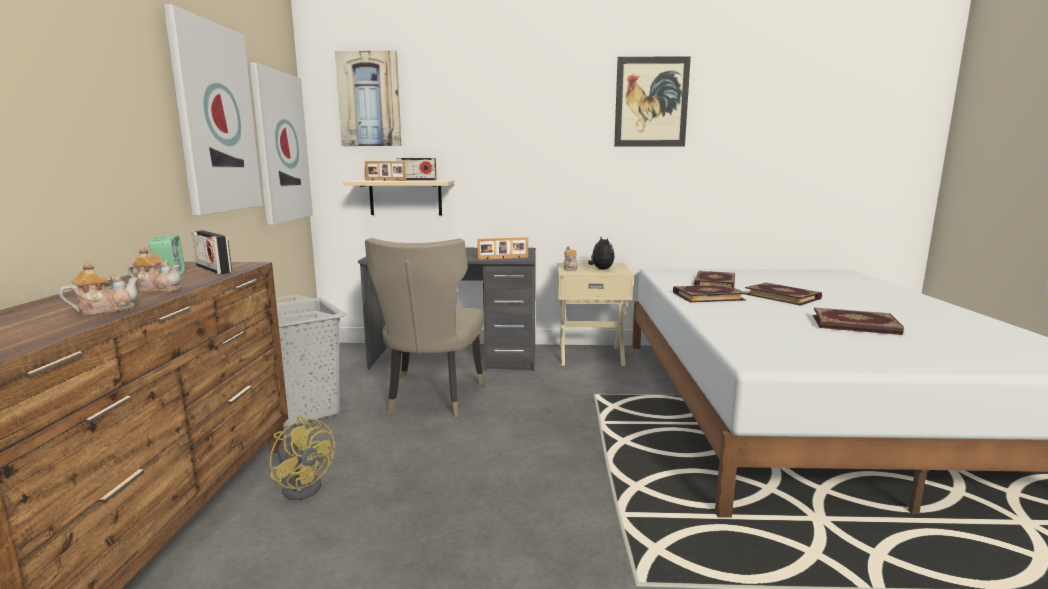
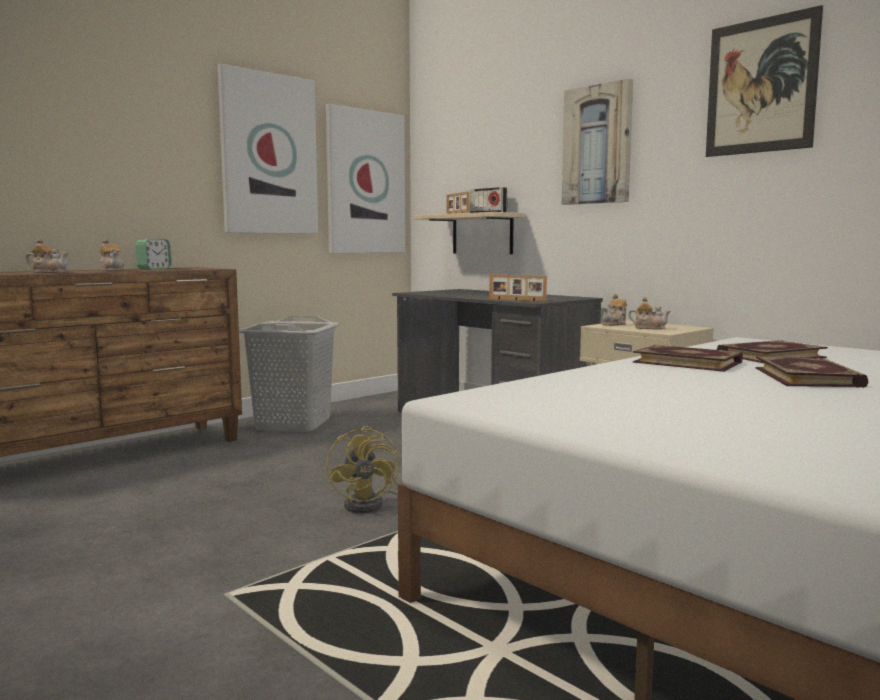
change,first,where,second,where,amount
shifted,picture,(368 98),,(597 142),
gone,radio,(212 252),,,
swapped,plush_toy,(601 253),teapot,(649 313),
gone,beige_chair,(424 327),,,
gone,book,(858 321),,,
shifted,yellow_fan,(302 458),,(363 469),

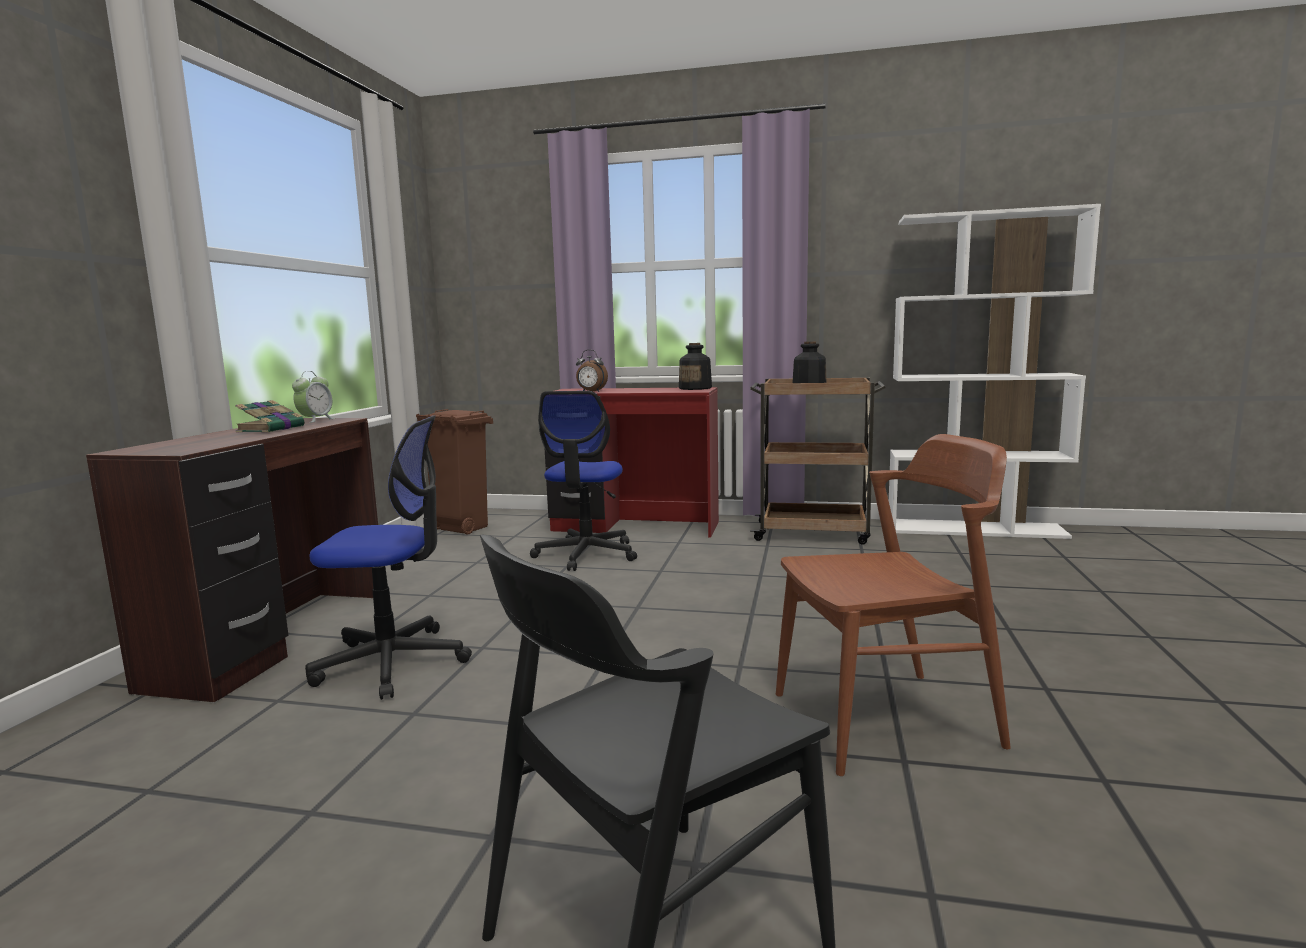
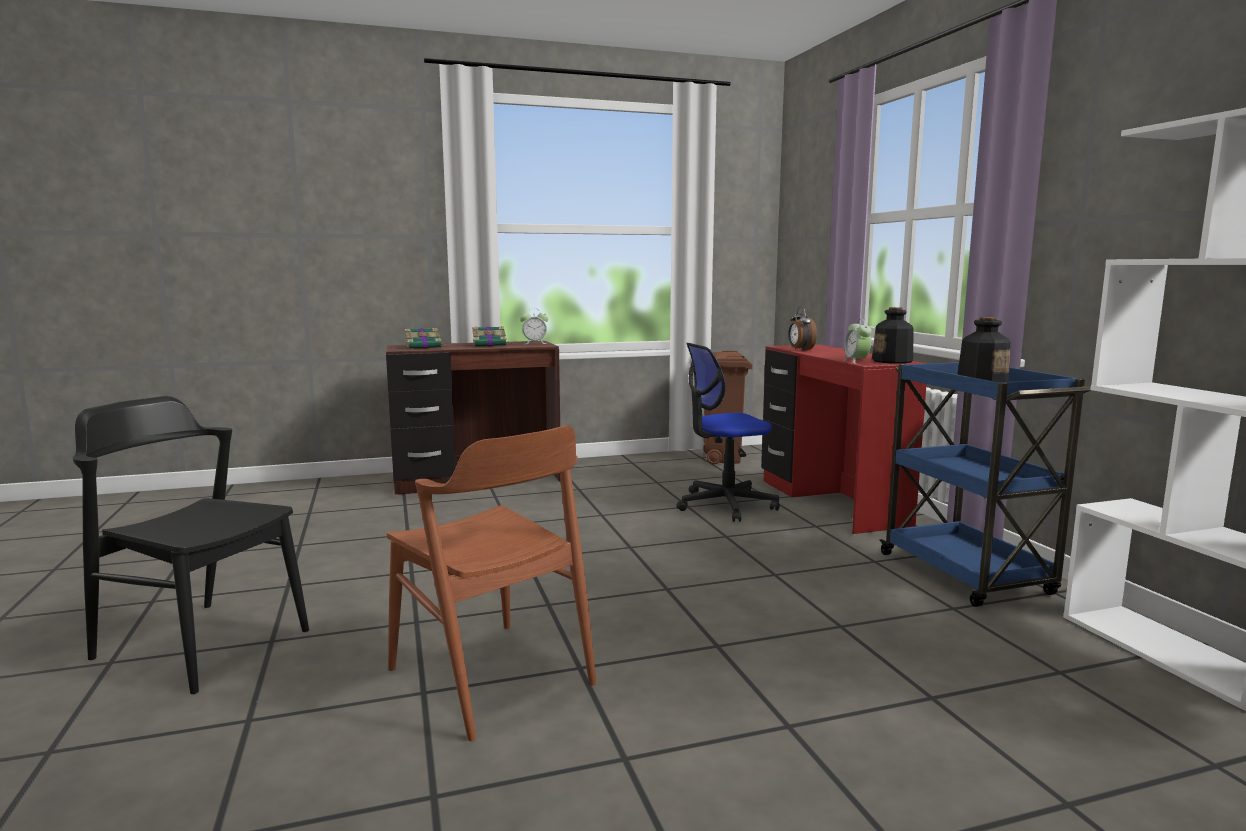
change,first,where,second,where,amount
repainted,brown_cart,(818 461),blue_cart,(985 484),
gone,office_chair,(388 558),,,
new,,,alarm_clock,(857 341),
new,,,book,(424 338),

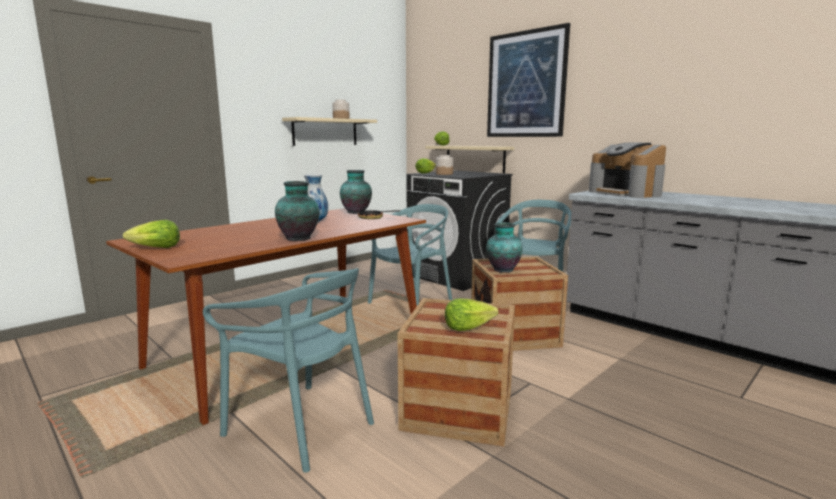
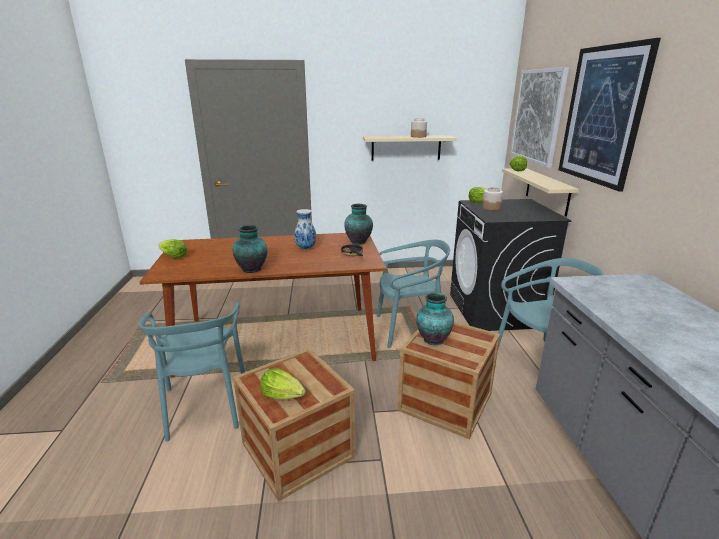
change,first,where,second,where,amount
gone,coffee_machine,(627 170),,,
new,,,picture,(539 117),

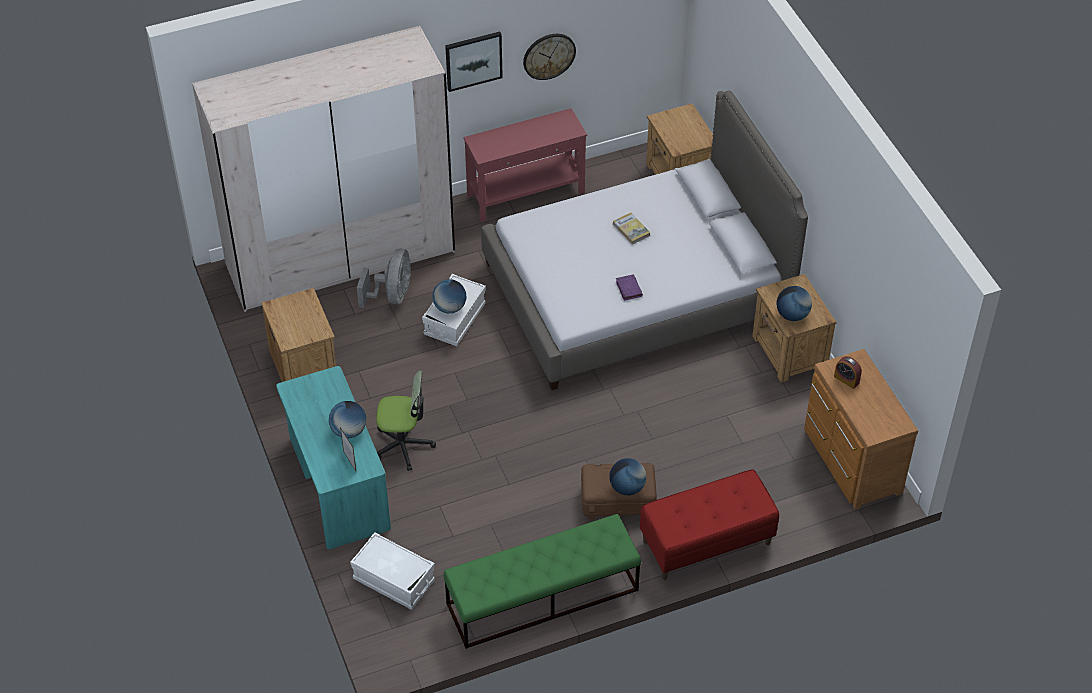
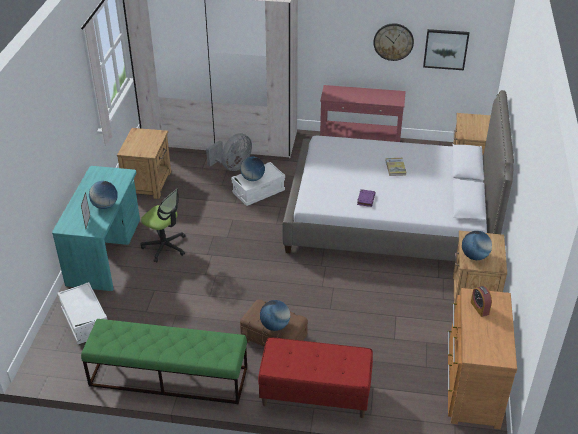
change,first,where,second,where,amount
shifted,picture,(474 62),,(446 49),

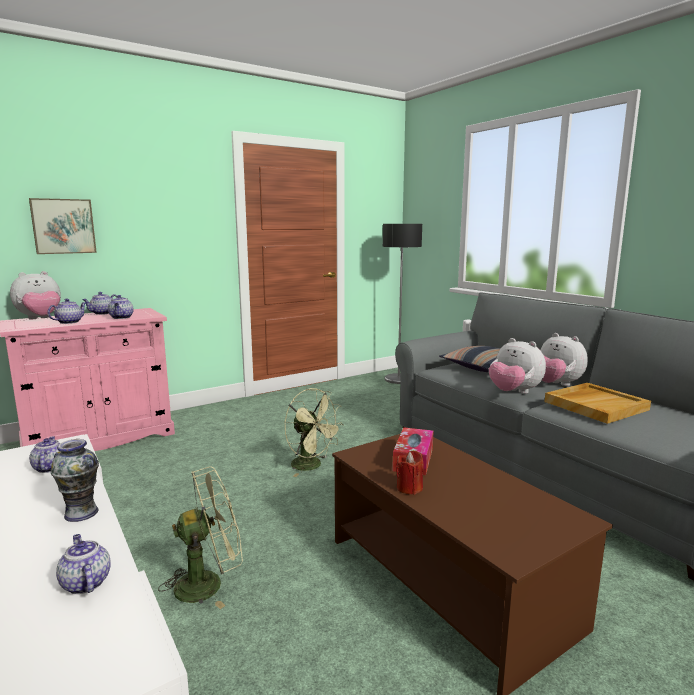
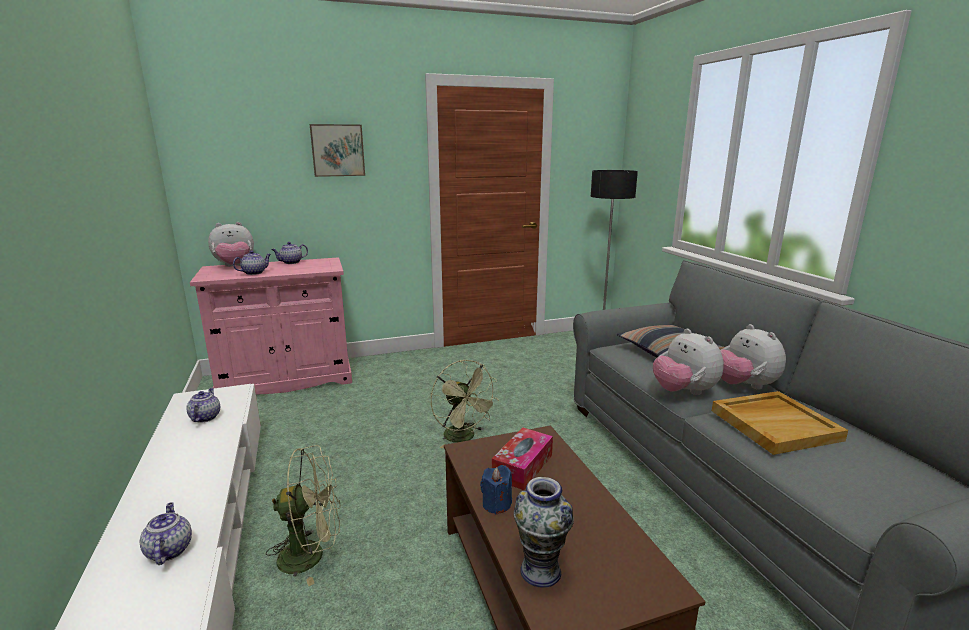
change,first,where,second,where,amount
shifted,picture,(63 226),,(337 150),
gone,teapot,(121 307),,,
shifted,vase,(75 480),,(544 532),
repainted,red_candle,(410 473),blue_candle,(496 490),

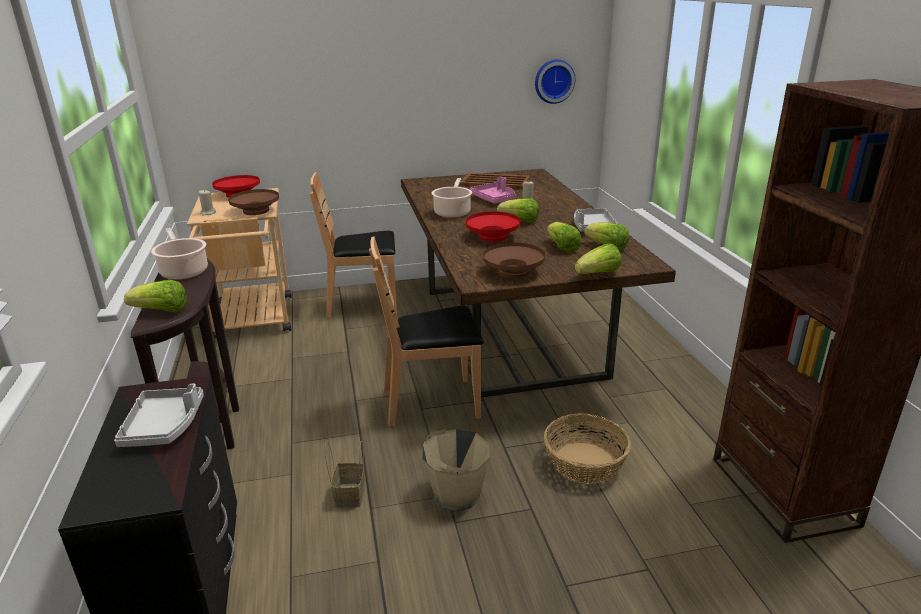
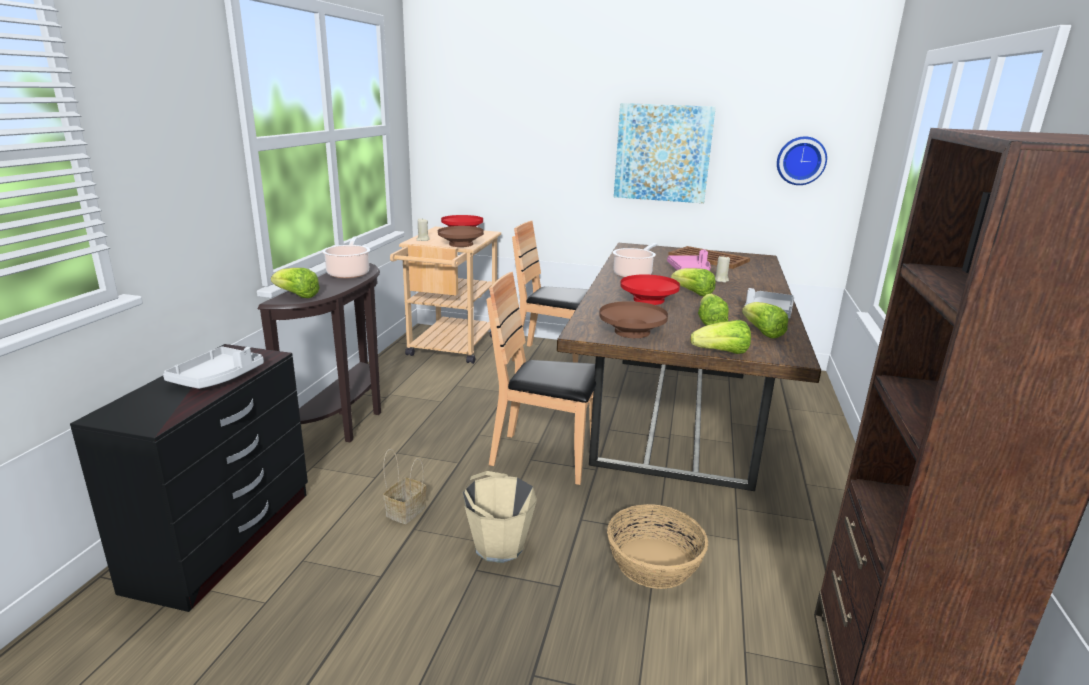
change,first,where,second,where,amount
new,,,picture,(665 153),

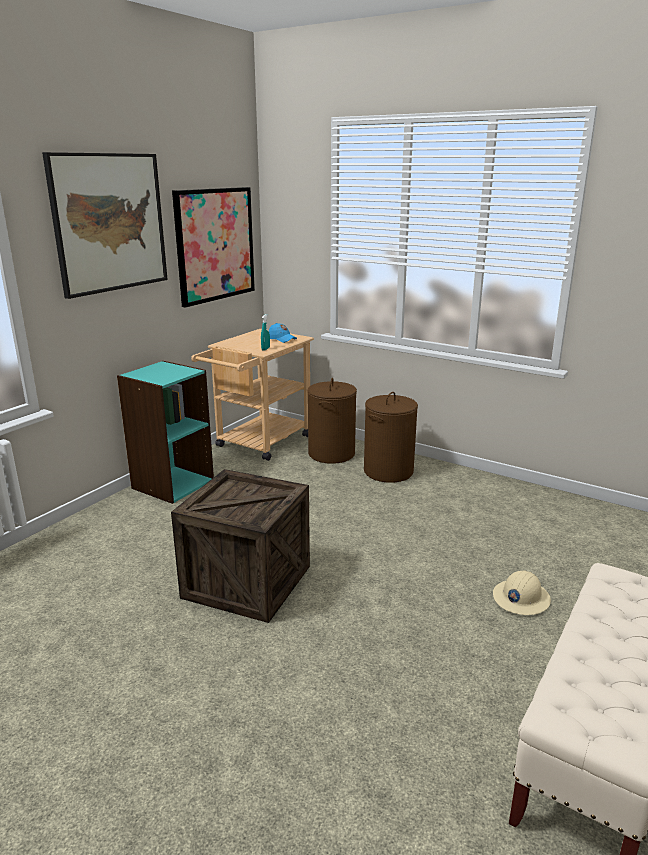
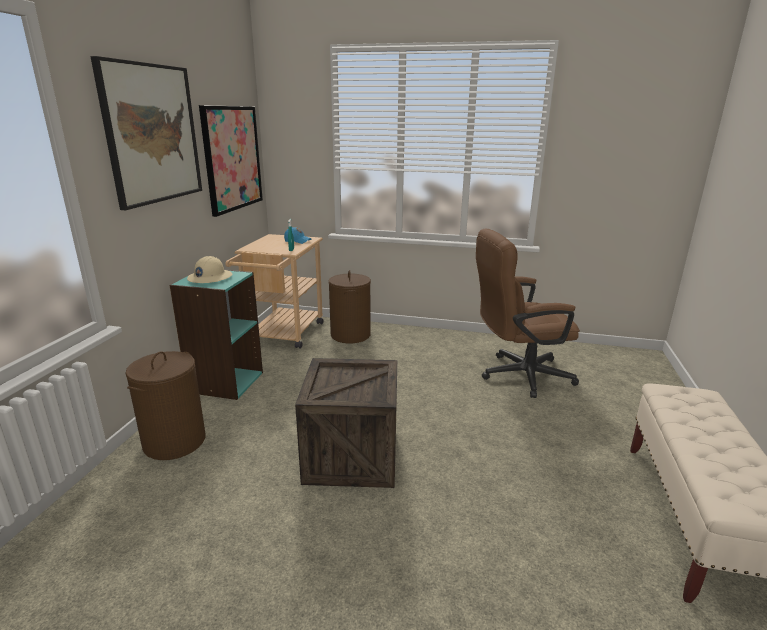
change,first,where,second,where,amount
shifted,brown_laundry_basket,(391 437),,(165 405),
shifted,beige_hard_hat,(522 592),,(209 269),
new,,,brown_office_chair,(528 313),

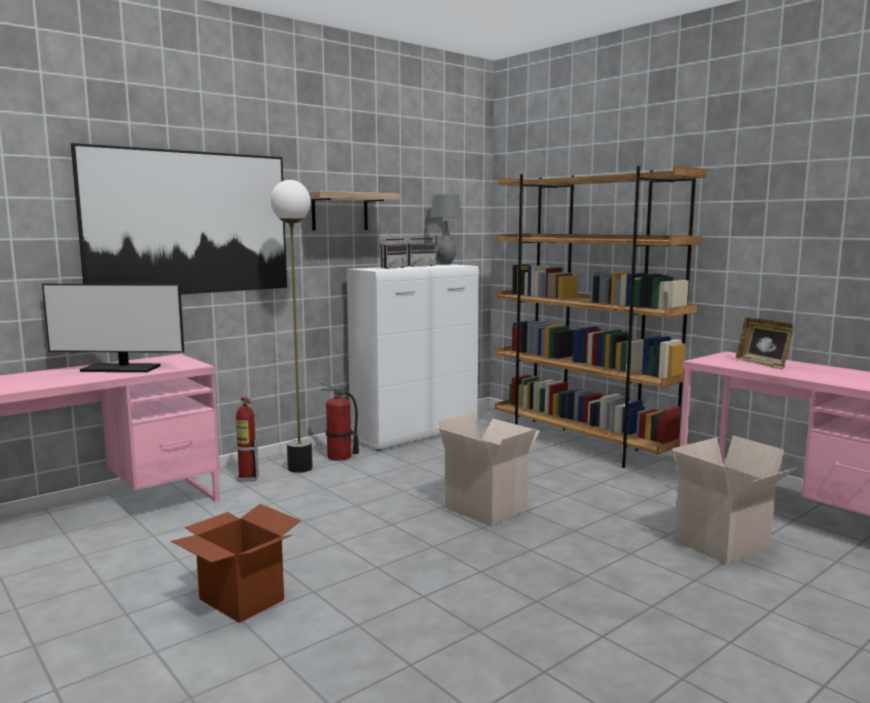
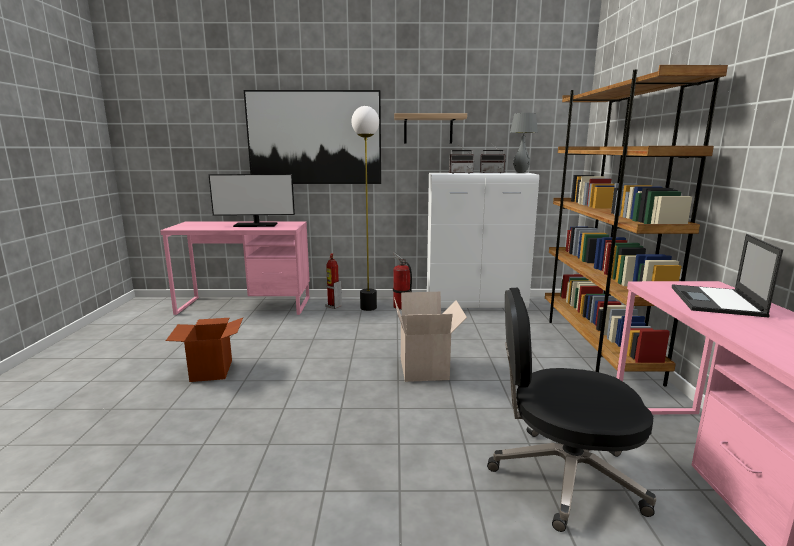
change,first,where,second,where,amount
rotated,monitor,(113 328),,(252 200),45 degrees counterclockwise
swapped,picture_frame,(764 343),laptop,(727 276),
swapped,cardboard_box,(735 500),black_office_chair,(571 410),

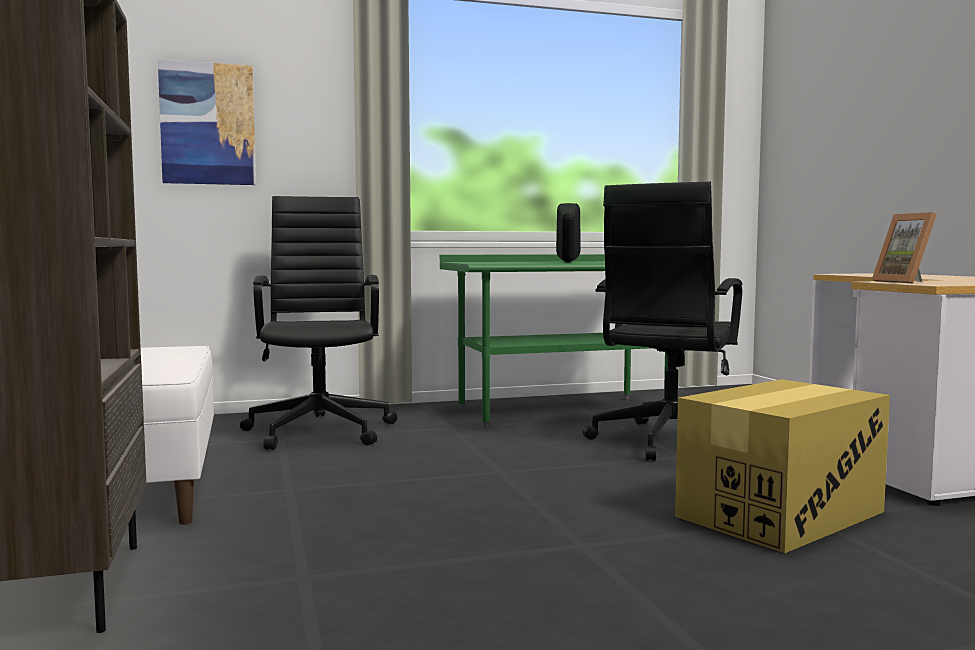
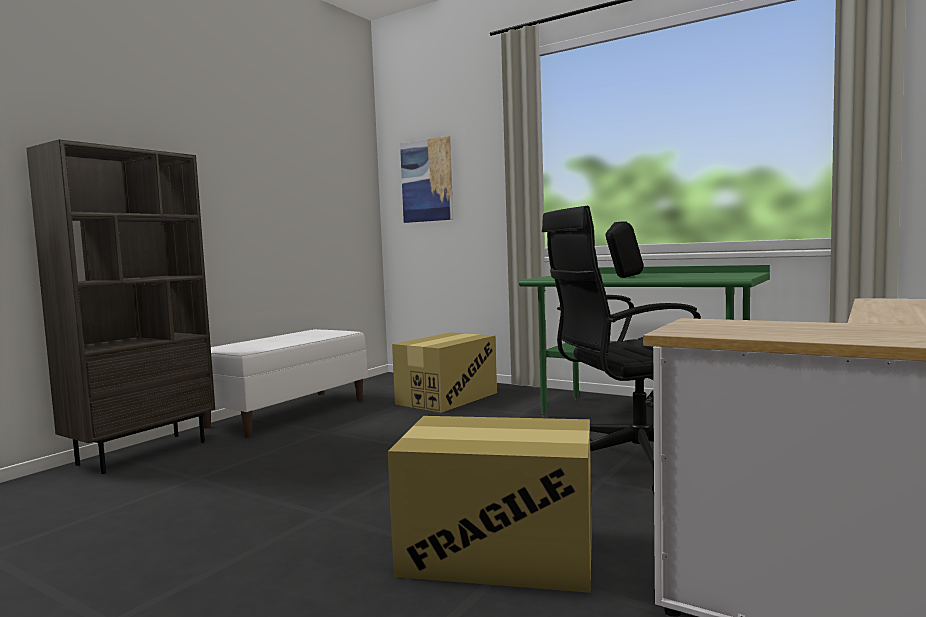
change,first,where,second,where,amount
swapped,black_office_chair,(318 323),cardboard_box,(444 372),
gone,picture_frame,(904 247),,,

